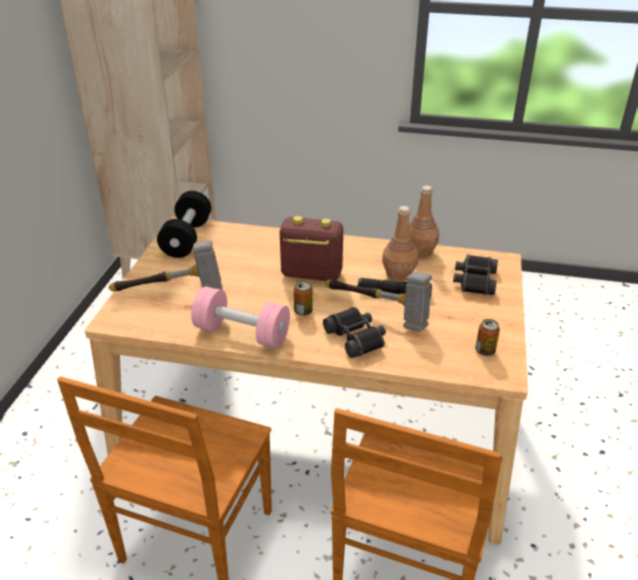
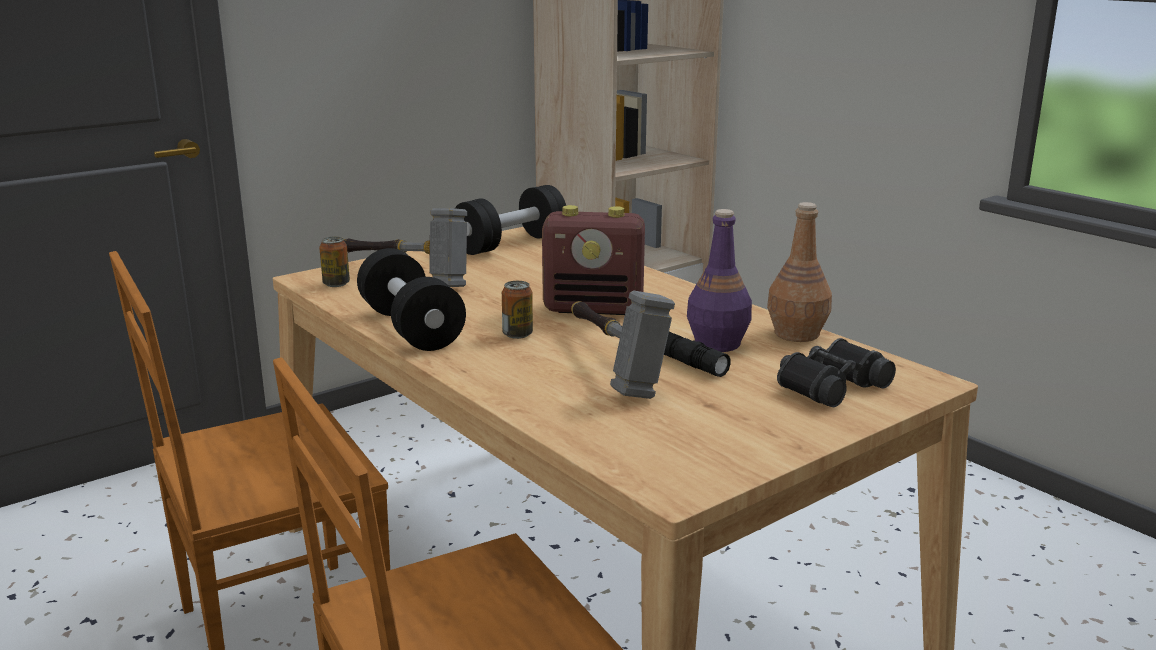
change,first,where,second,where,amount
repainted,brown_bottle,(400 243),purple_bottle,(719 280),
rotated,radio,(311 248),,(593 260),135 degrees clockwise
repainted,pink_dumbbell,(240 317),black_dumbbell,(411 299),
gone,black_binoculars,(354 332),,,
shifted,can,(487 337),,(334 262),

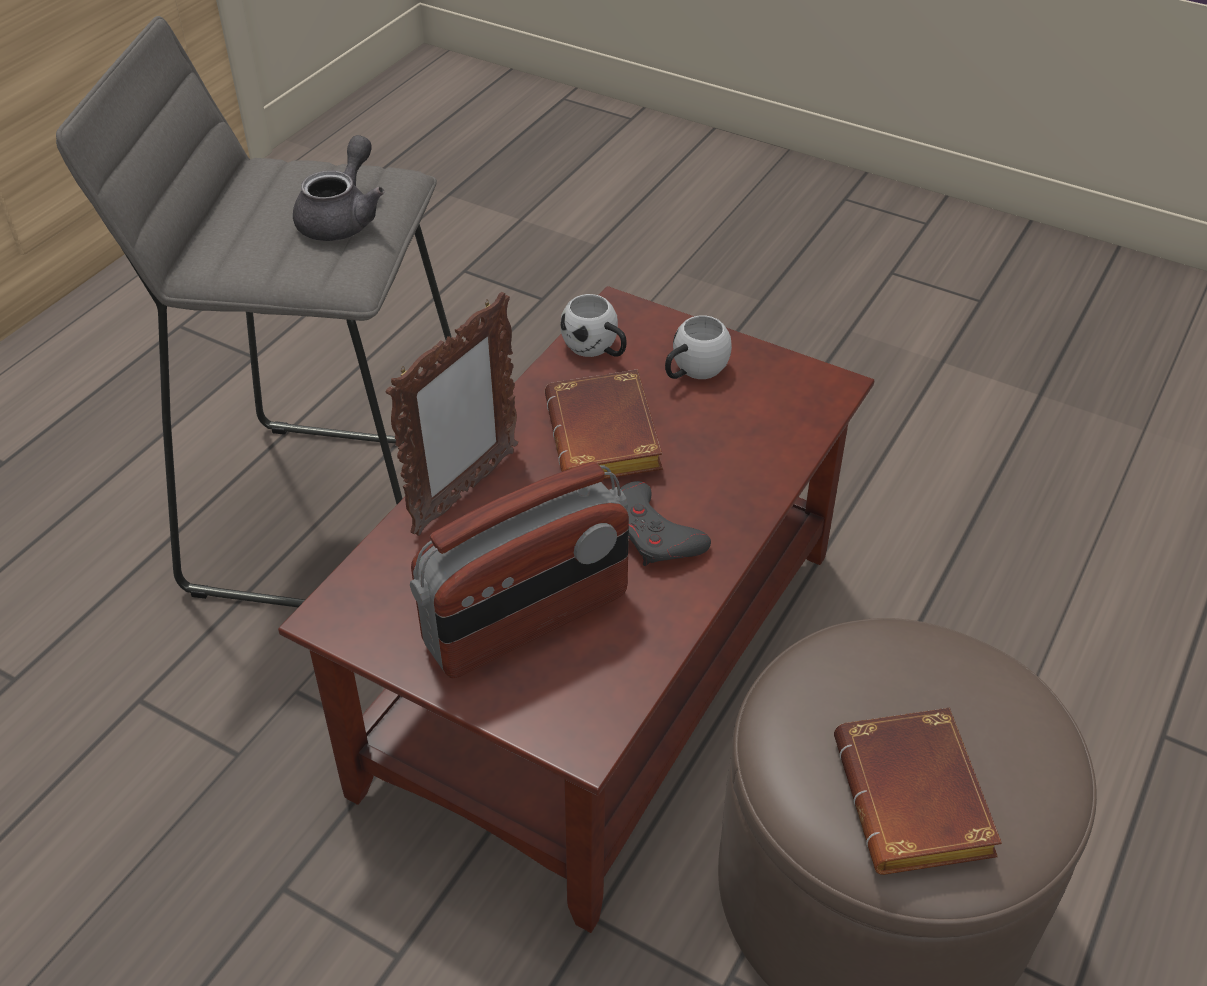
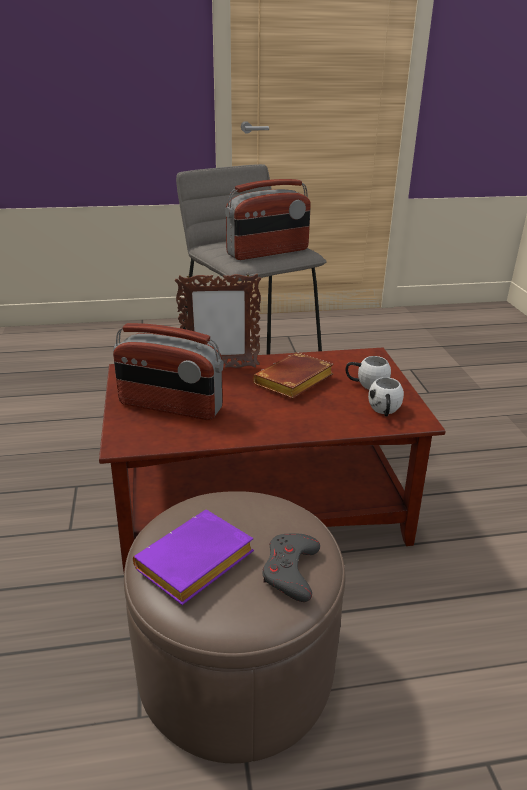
change,first,where,second,where,amount
swapped,grey_teapot,(338 188),radio,(268 219),
shifted,white_mug,(594 325),,(386 397),
shifted,grey_game_controller,(665 523),,(291 567),
repainted,brown_book,(918 791),purple_book,(193 557),

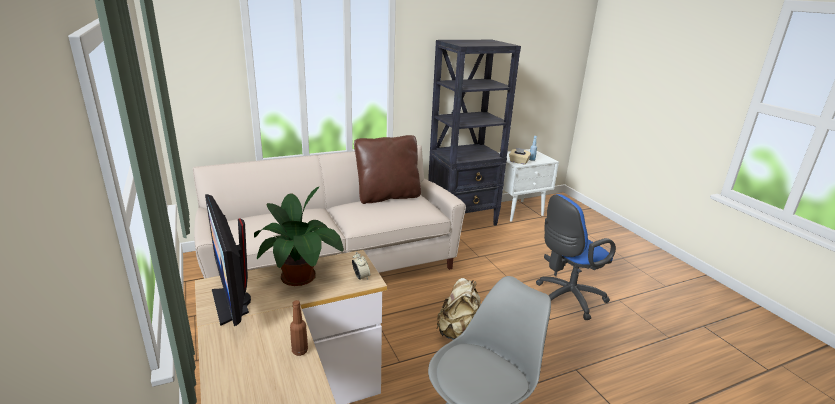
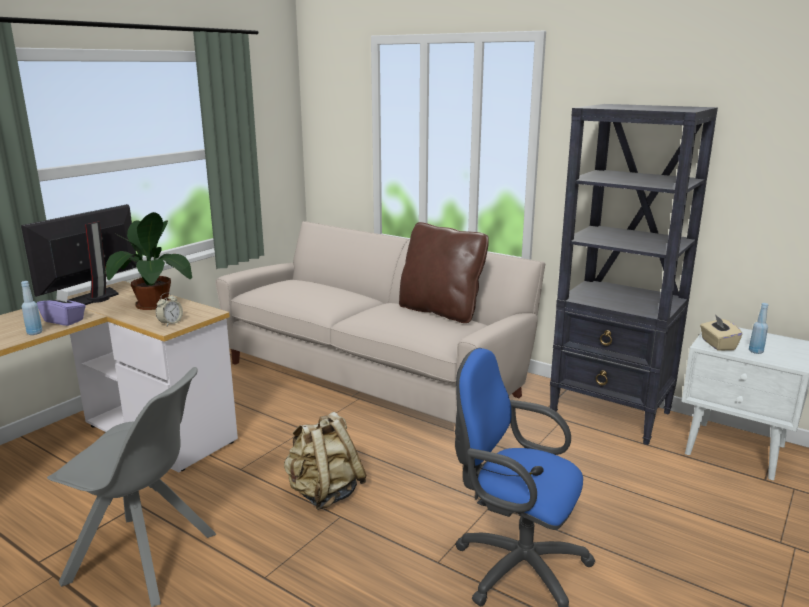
change,first,where,second,where,amount
repainted,brown_bottle,(299 328),blue_bottle,(32 308),
new,,,purple_tissue_box,(61 308),

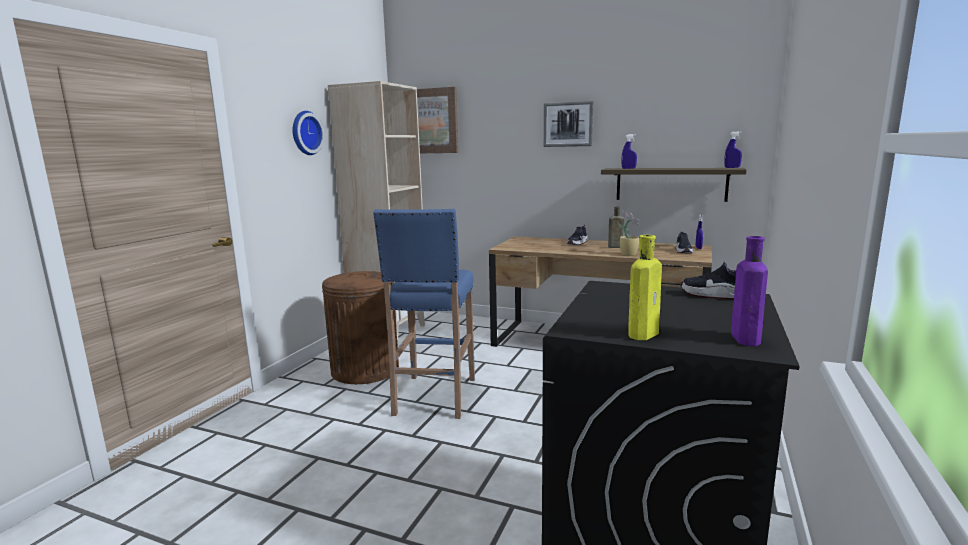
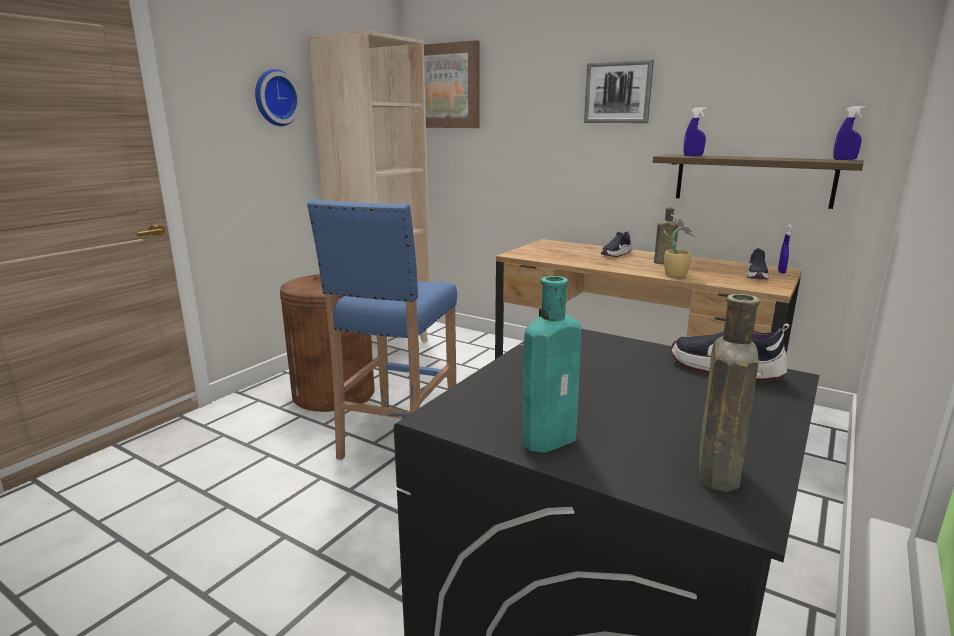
change,first,where,second,where,amount
repainted,yellow_bottle,(645 287),turquoise_bottle,(551 364),
repainted,purple_bottle,(749 291),brown_bottle,(729 393),

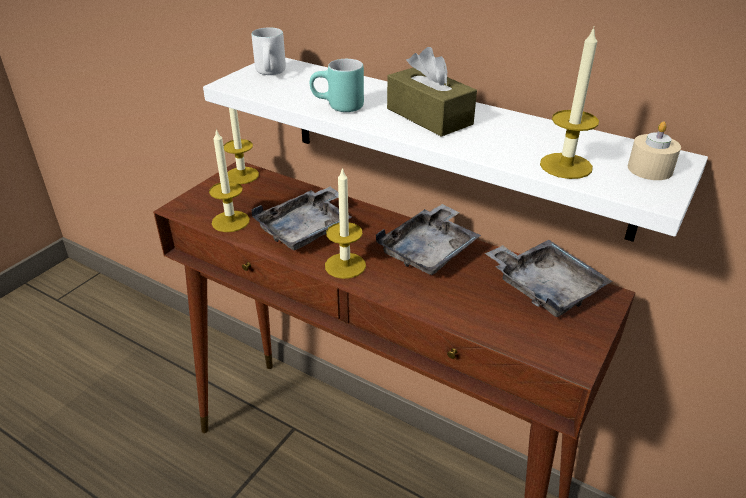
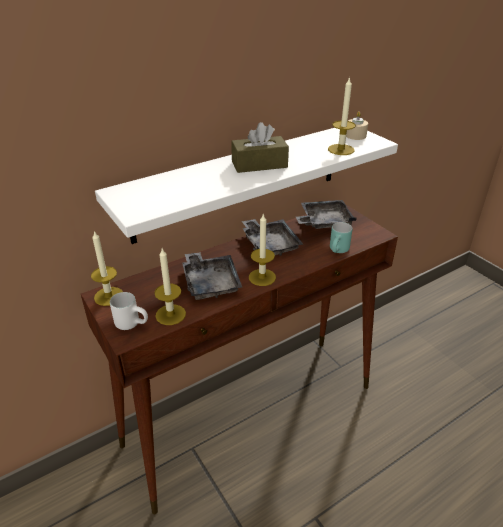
change,first,where,second,where,amount
shifted,white_mug,(269 51),,(129 311),
shifted,turquoise_mug,(337 85),,(341 237),

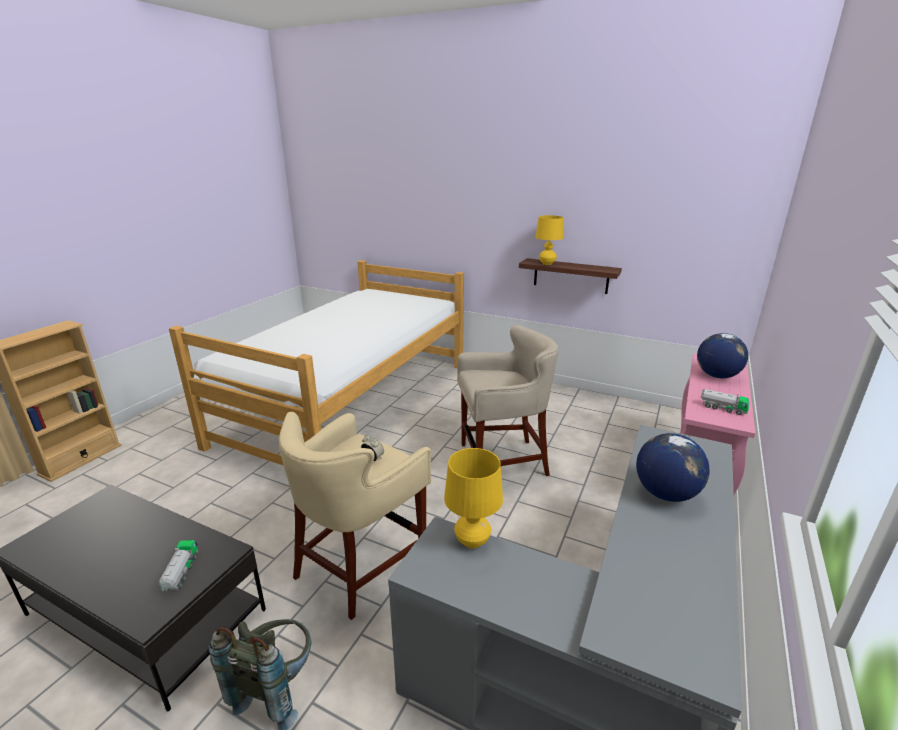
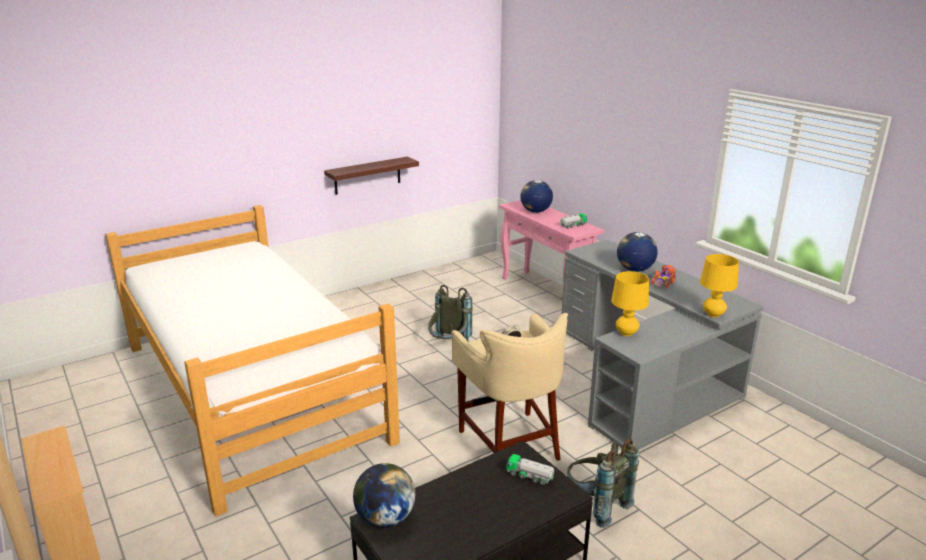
change,first,where,second,where,amount
shifted,yellow_table_lamp,(549 240),,(719 285),
swapped,beige_stool,(507 400),grey_backpack,(450 313),
new,,,toy_car,(663 276),
new,,,globe,(384 495),

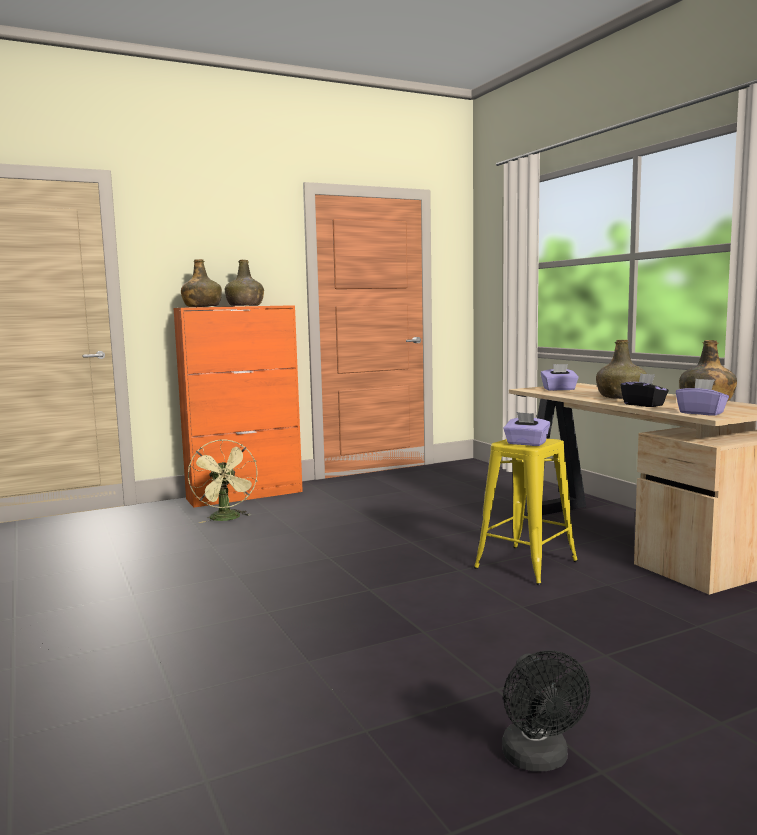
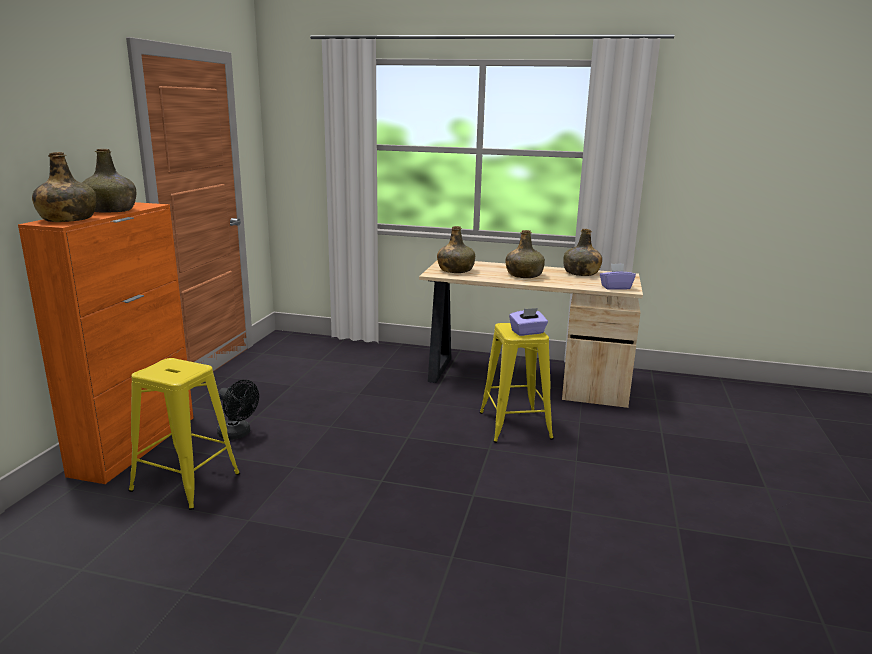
change,first,where,second,where,amount
swapped,purple_tissue_box,(560 377),green_bottle,(456 249),
gone,black_tissue_box,(644 390),,,
swapped,green_fan,(223 481),yellow_stool,(184 434),
shifted,black_fan,(546 711),,(238 410),

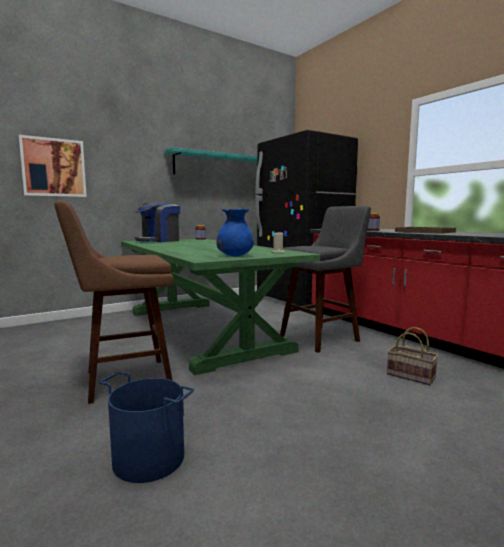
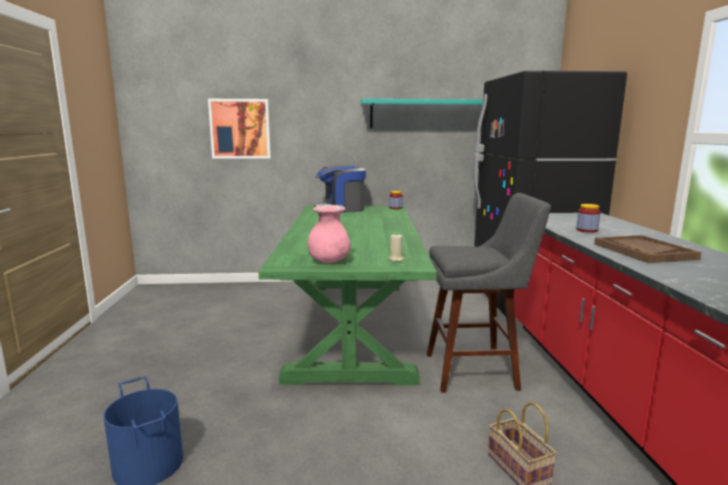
change,first,where,second,where,amount
gone,brown_stool,(114 302),,,
repainted,blue_vase,(235 232),pink_vase,(329 234),

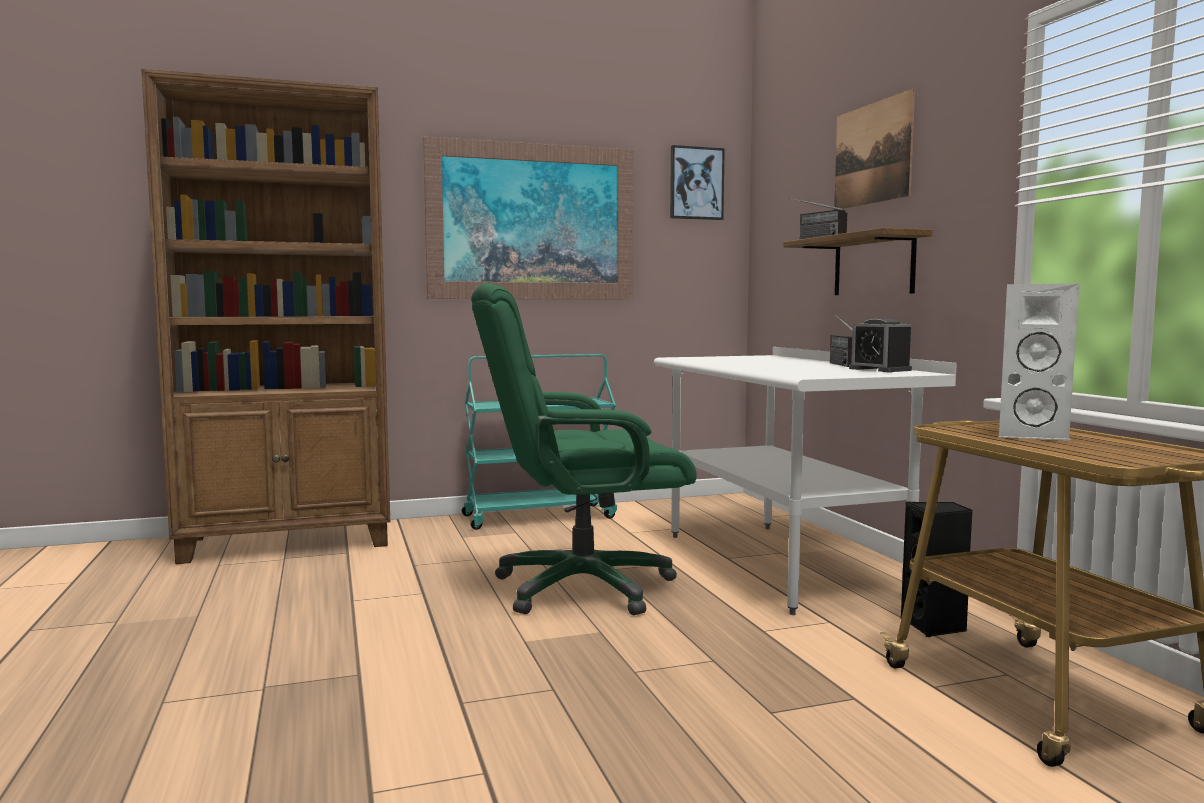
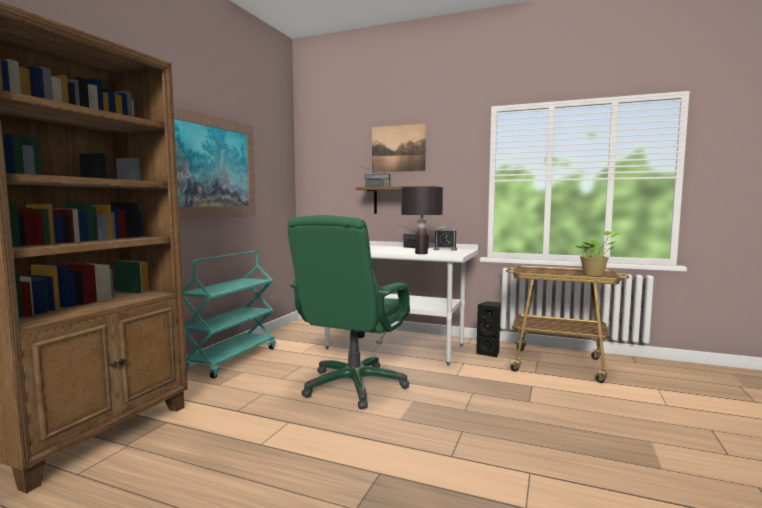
change,first,where,second,where,amount
gone,picture,(697 182),,,
gone,white_speaker,(1039 362),,,
new,,,black_table_lamp,(422 220),
new,,,potted_plant,(597 253),

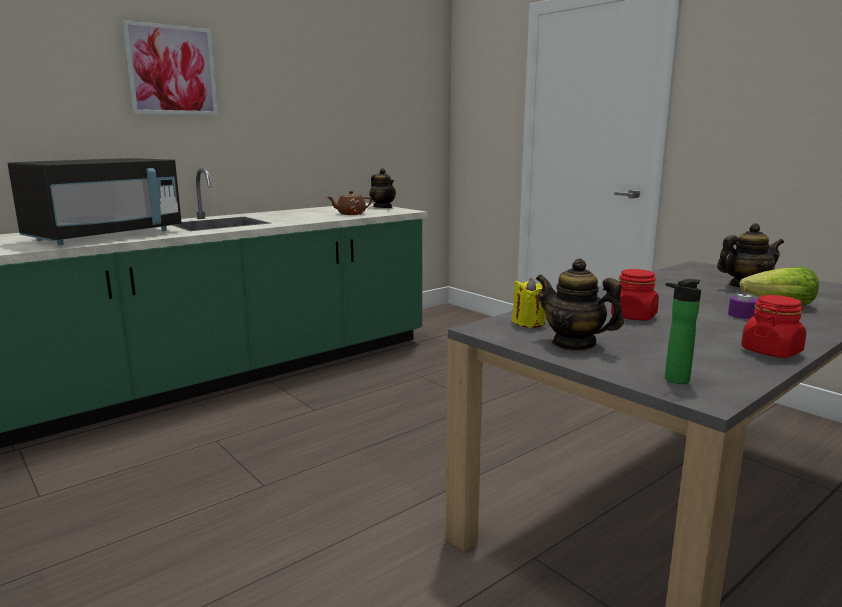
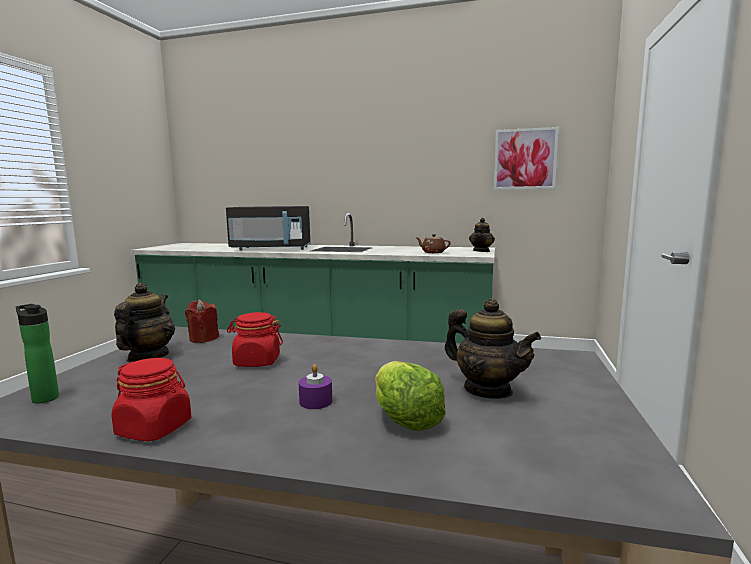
change,first,where,second,where,amount
shifted,picture,(170 67),,(526 158),
repainted,yellow_candle,(528 303),red_candle,(202 321),

